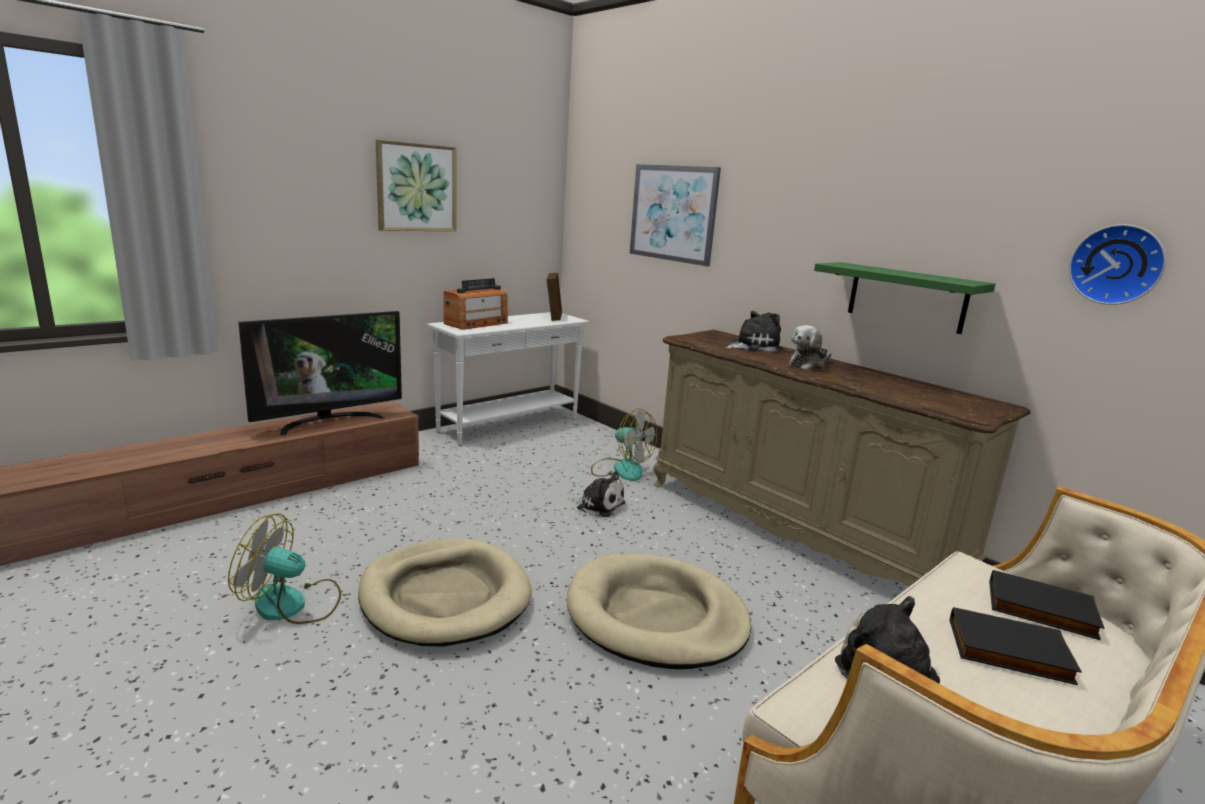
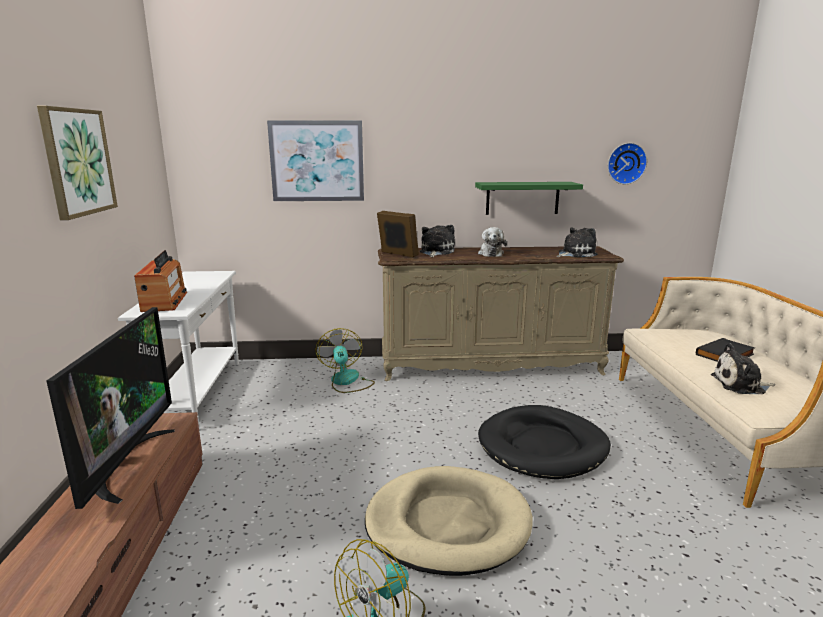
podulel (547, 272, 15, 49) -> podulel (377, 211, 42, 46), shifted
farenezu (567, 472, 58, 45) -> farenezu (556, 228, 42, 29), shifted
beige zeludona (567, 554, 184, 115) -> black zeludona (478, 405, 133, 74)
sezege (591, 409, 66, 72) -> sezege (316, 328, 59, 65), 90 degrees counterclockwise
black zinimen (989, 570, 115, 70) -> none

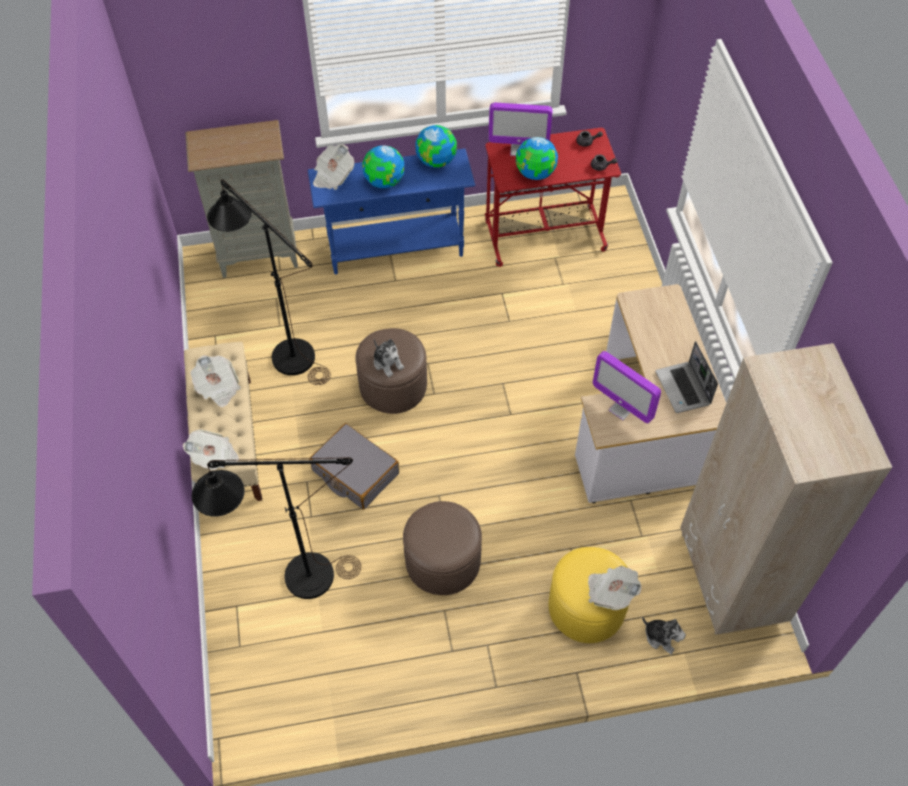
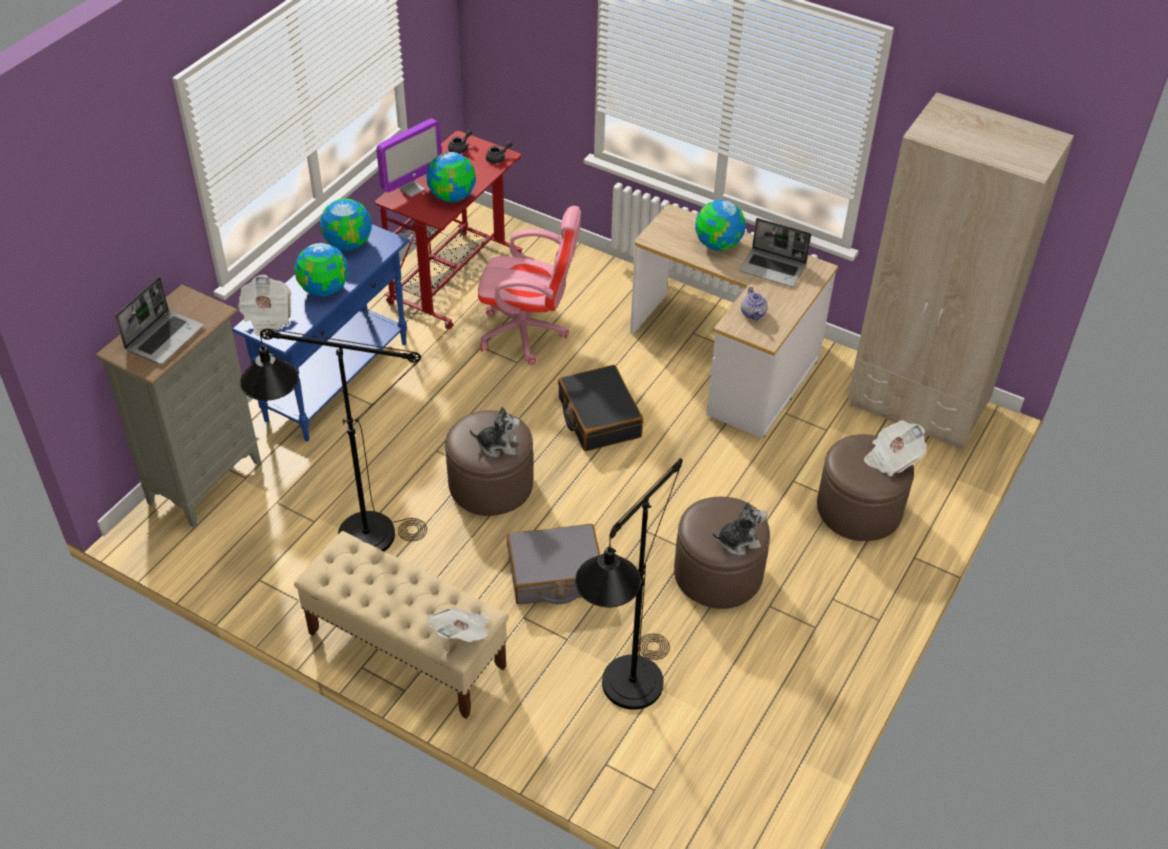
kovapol (190, 355, 51, 52) -> none
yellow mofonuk (549, 547, 80, 96) -> brown mofonuk (817, 434, 97, 107)
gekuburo (593, 351, 68, 72) -> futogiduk (741, 287, 27, 34)
farenezu (642, 617, 44, 37) -> farenezu (712, 502, 55, 53), shifted
none -> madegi (115, 277, 89, 87)
none -> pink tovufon (478, 206, 103, 159)
none -> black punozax (558, 365, 85, 86)
none -> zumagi (695, 200, 51, 51)

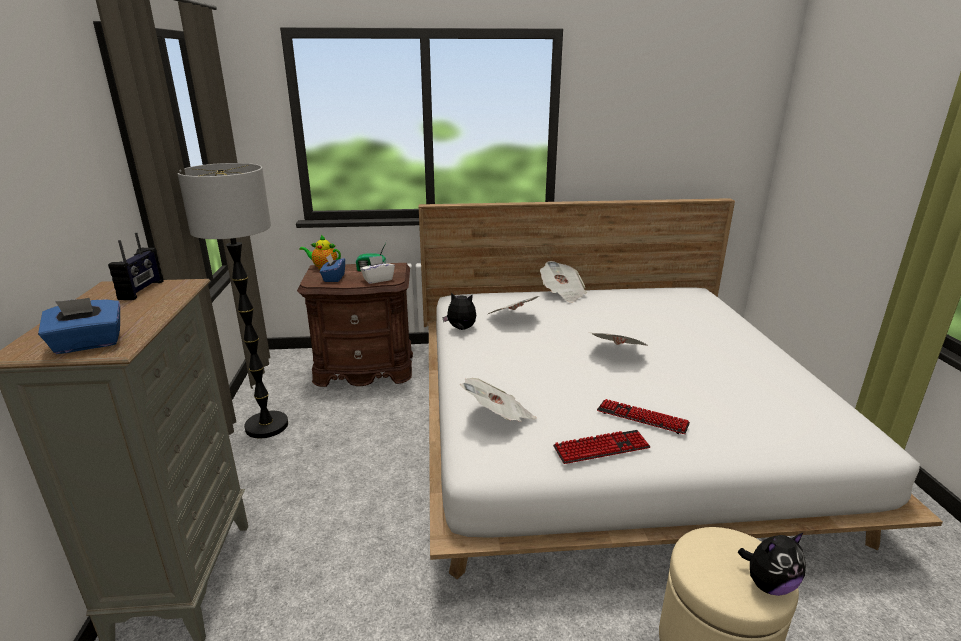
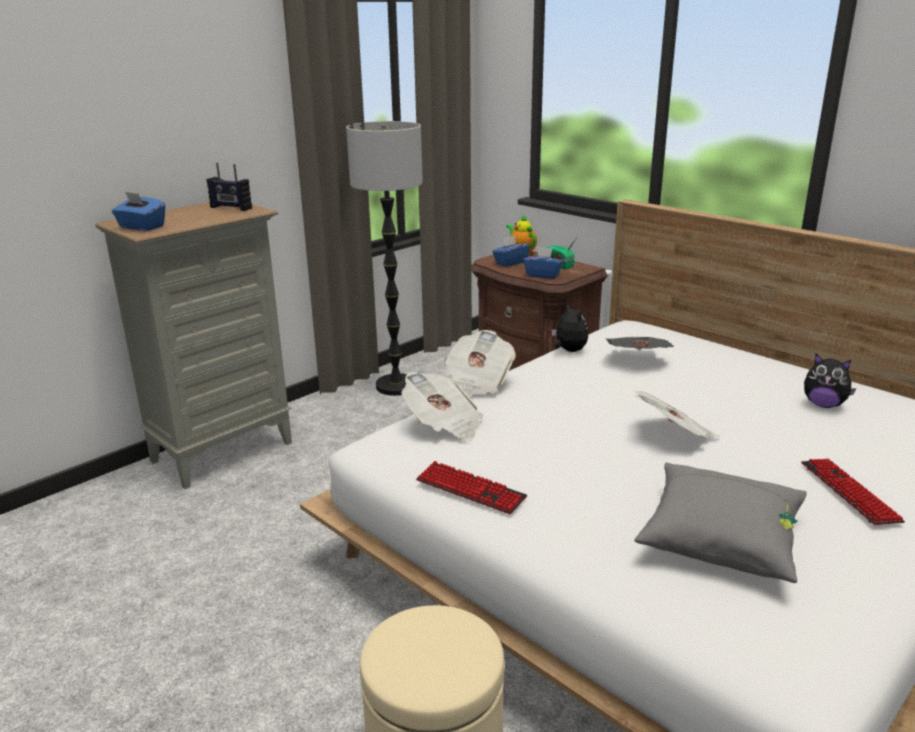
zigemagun (108, 232, 56, 68) -> zigemagun (207, 163, 45, 48), 60 degrees clockwise
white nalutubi (360, 256, 35, 28) -> blue nalutubi (524, 247, 39, 32)
kovapol (540, 261, 47, 42) -> kovapol (445, 330, 71, 66), shifted
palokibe (597, 399, 93, 35) -> palokibe (801, 459, 104, 66), shifted
farenezu (738, 532, 68, 64) -> farenezu (804, 354, 52, 54), shifted
none -> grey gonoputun (634, 462, 173, 121)

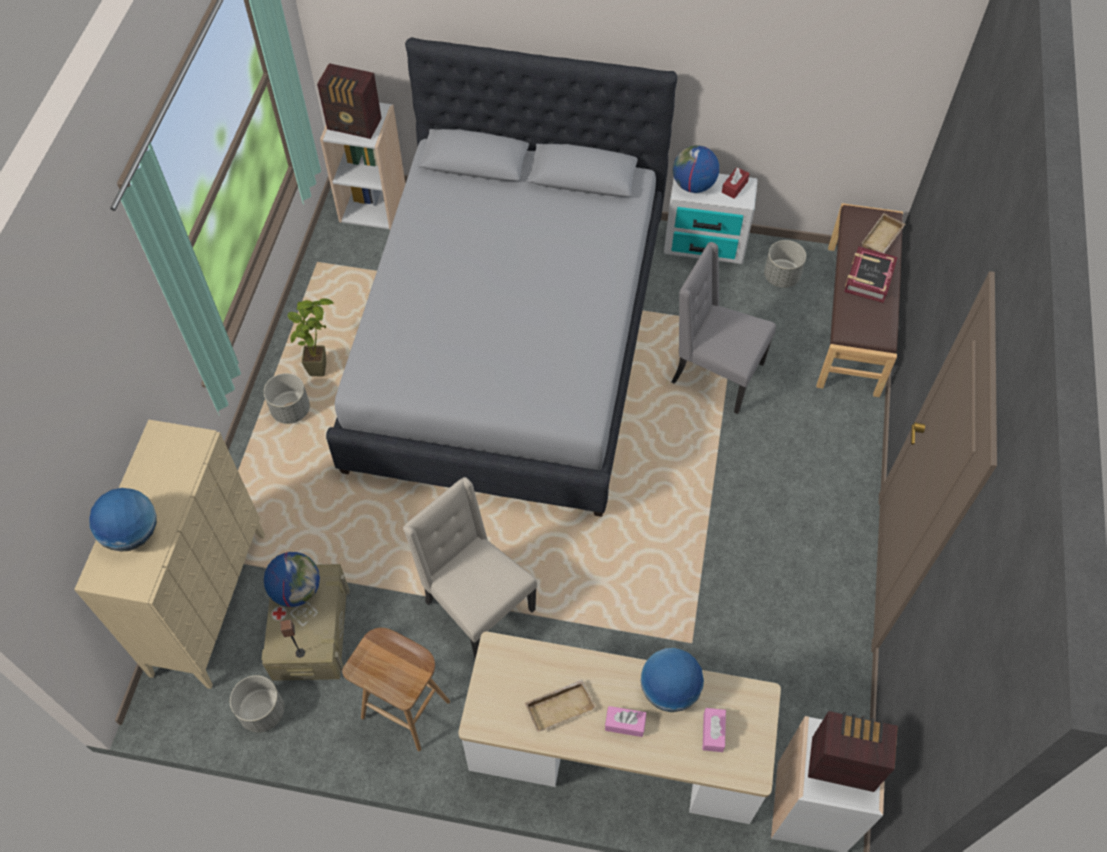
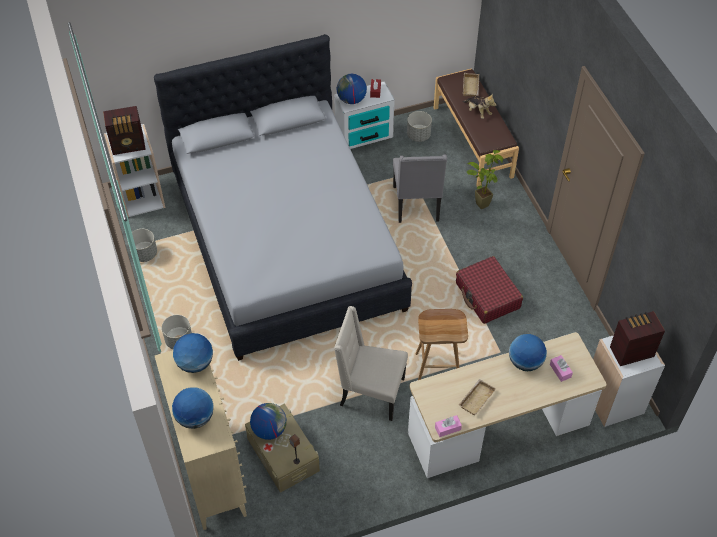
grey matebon (230, 675, 54, 57) -> grey matebon (128, 229, 29, 33), shifted
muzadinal (288, 299, 47, 77) -> muzadinal (467, 150, 36, 59), shifted
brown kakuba (342, 628, 108, 123) -> brown kakuba (416, 309, 52, 71), shifted
pink nalutubi (605, 706, 41, 31) -> pink nalutubi (435, 415, 27, 22), shifted
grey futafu (672, 242, 104, 172) -> grey futafu (393, 154, 54, 69), 90 degrees counterclockwise
zinimen (844, 247, 54, 56) -> farenezu (462, 94, 34, 25)
none -> zumagi (173, 333, 40, 40)
none -> red punozax (456, 256, 67, 68)

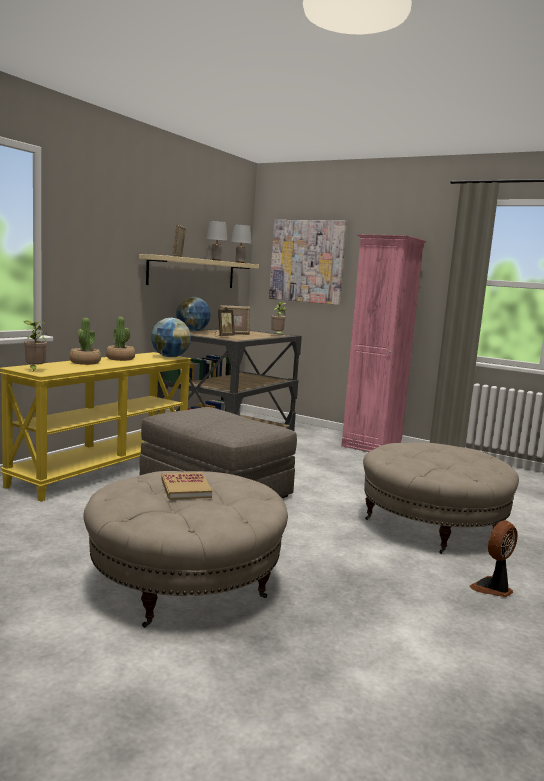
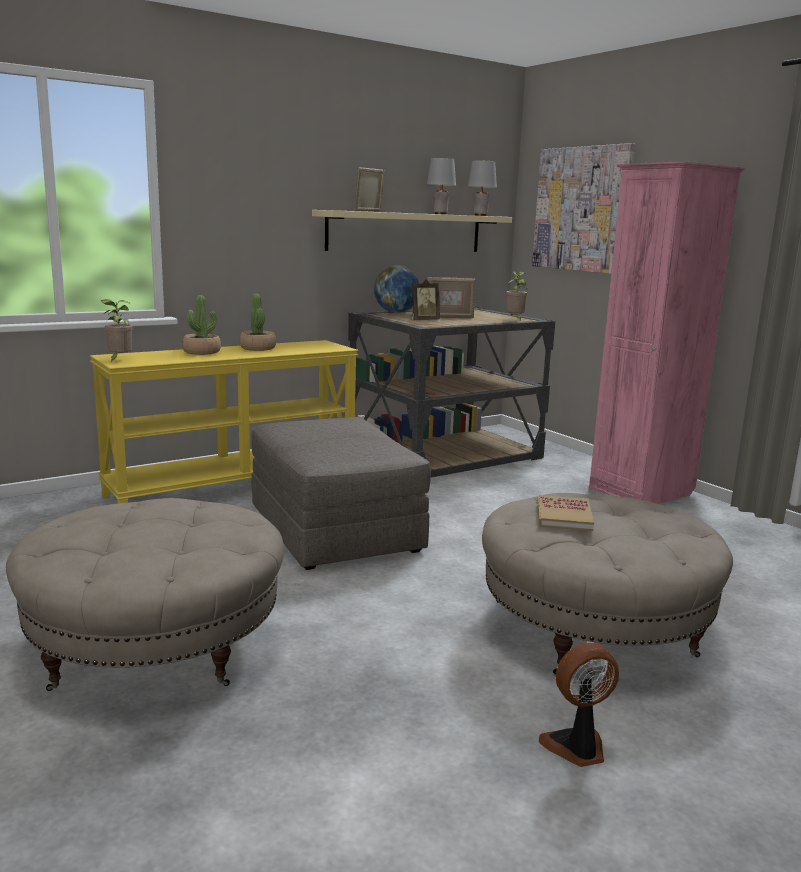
zumagi (151, 318, 40, 39) -> none
zinimen (161, 472, 51, 28) -> zinimen (537, 495, 57, 36), shifted

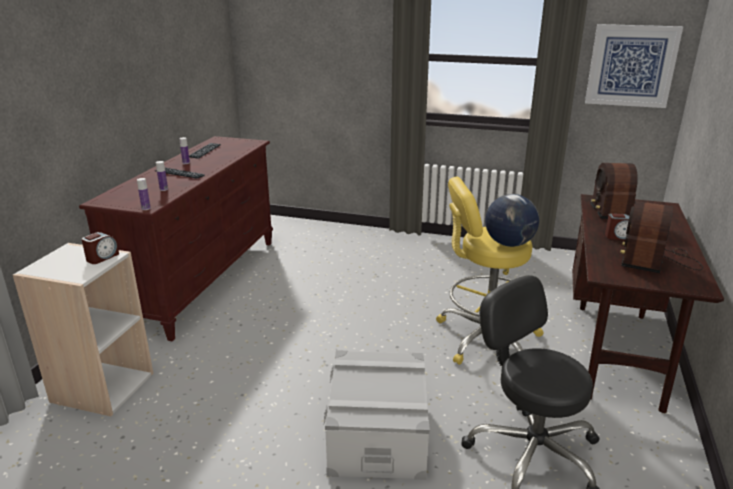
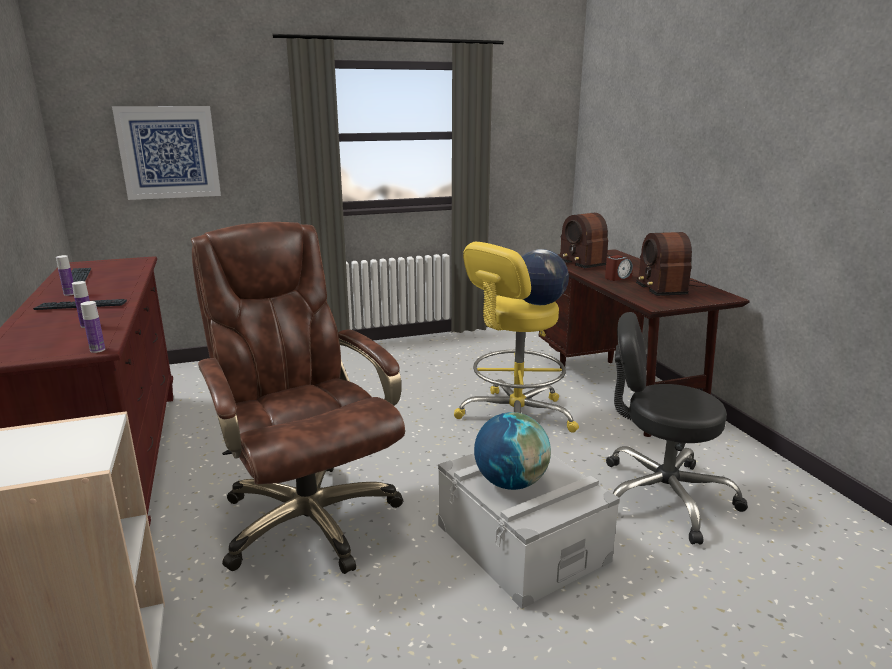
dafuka (82, 232, 37, 32) -> none
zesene (585, 24, 98, 84) -> zesene (112, 106, 109, 94), shifted
none -> brown tovufon (191, 222, 214, 352)
none -> zumagi (474, 412, 77, 78)

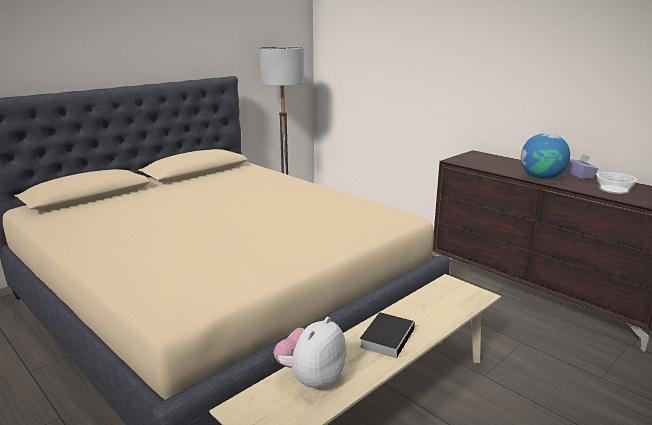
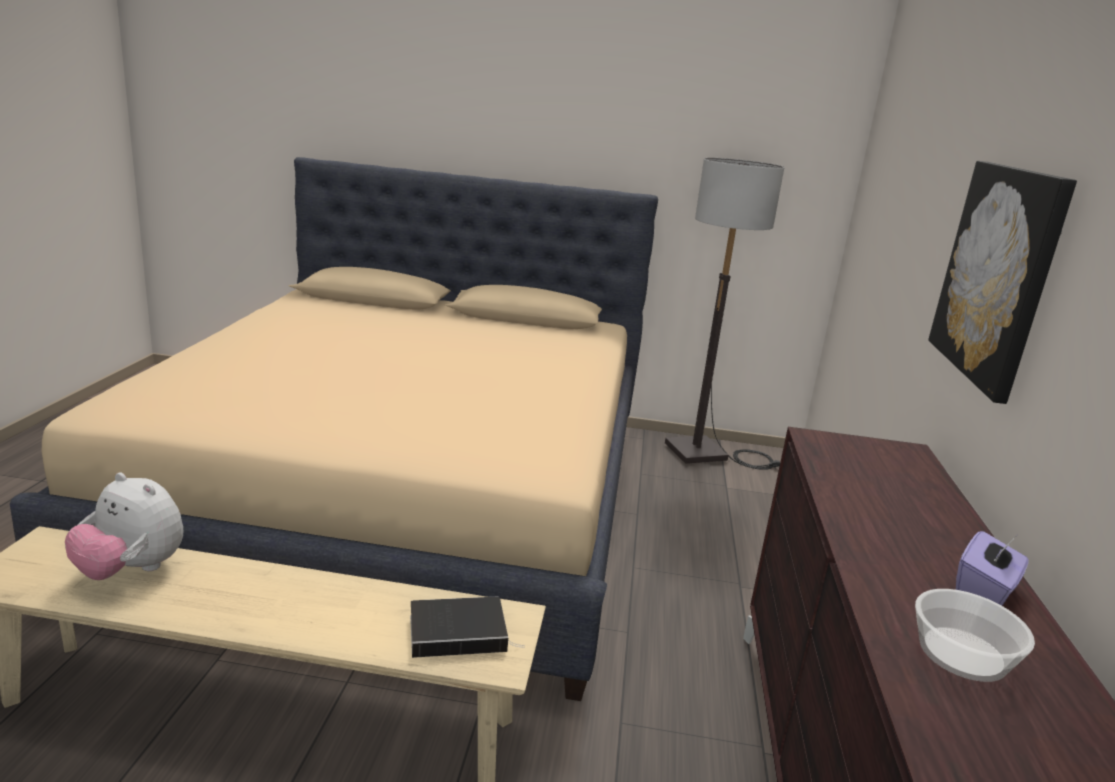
farenezu (274, 317, 73, 74) -> farenezu (65, 473, 118, 107), 150 degrees counterclockwise
zinimen (360, 312, 55, 46) -> zinimen (410, 597, 115, 61), shifted
zumagi (521, 133, 49, 46) -> none
none -> zesene (928, 161, 149, 243)

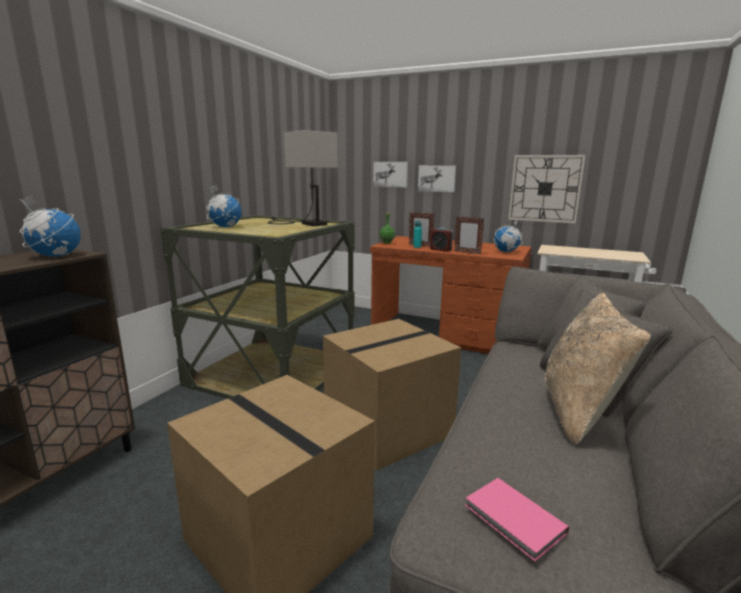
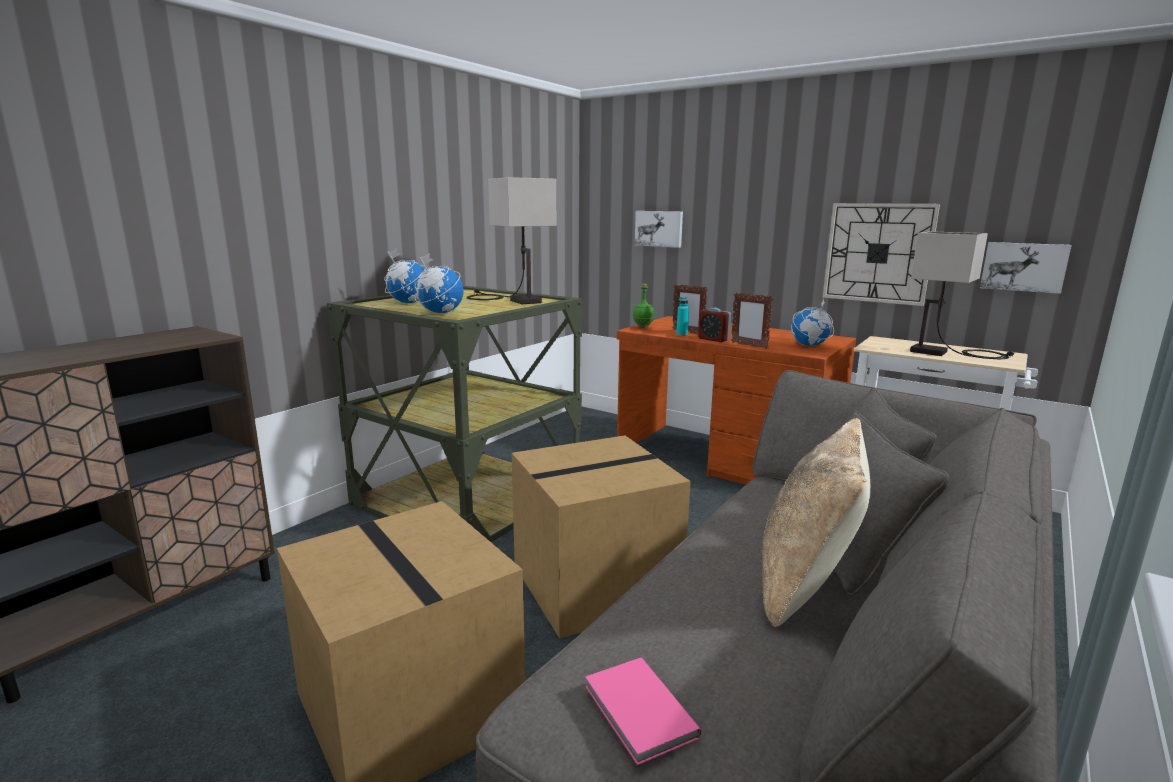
zumagi (20, 195, 60, 62) -> zumagi (415, 253, 49, 60), shifted
zesene (418, 165, 38, 27) -> zesene (980, 242, 92, 52), shifted
none -> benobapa (910, 231, 104, 128)

